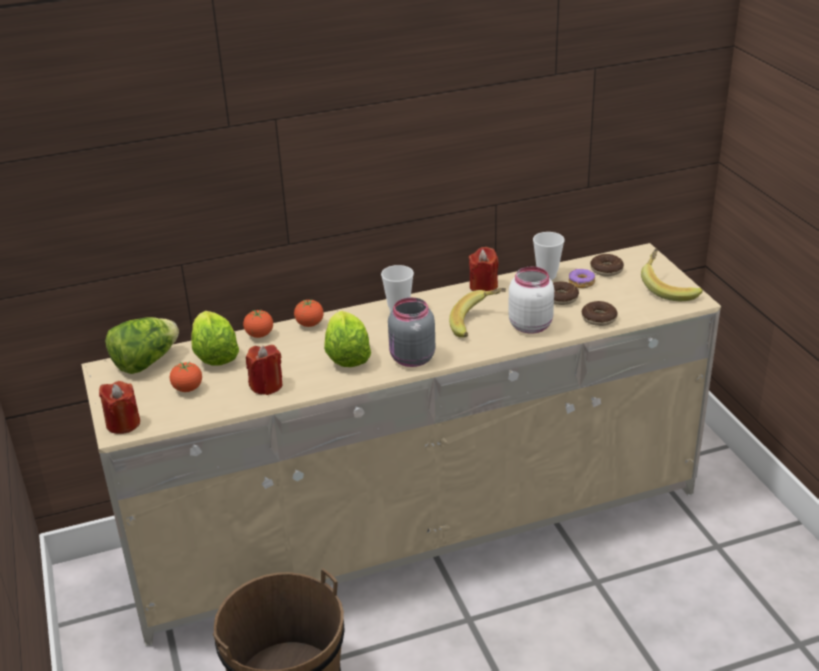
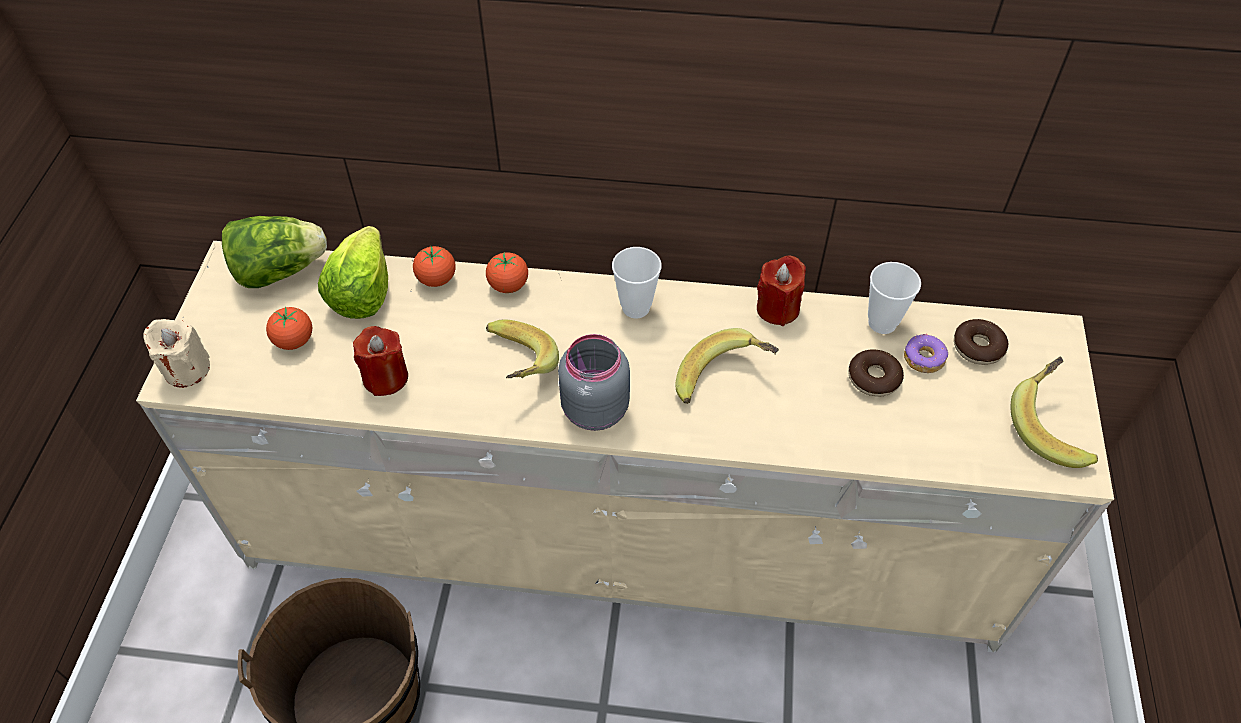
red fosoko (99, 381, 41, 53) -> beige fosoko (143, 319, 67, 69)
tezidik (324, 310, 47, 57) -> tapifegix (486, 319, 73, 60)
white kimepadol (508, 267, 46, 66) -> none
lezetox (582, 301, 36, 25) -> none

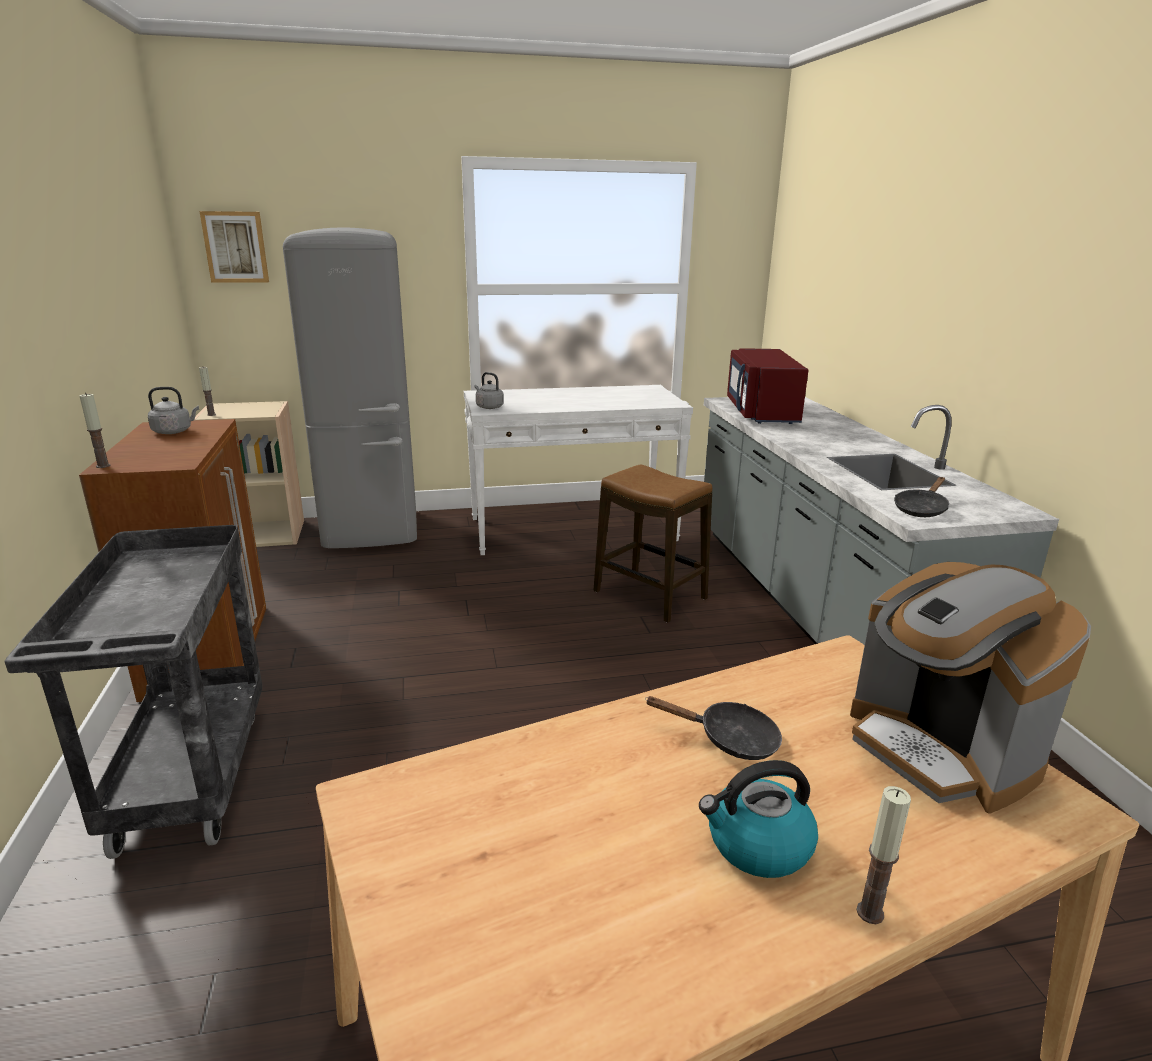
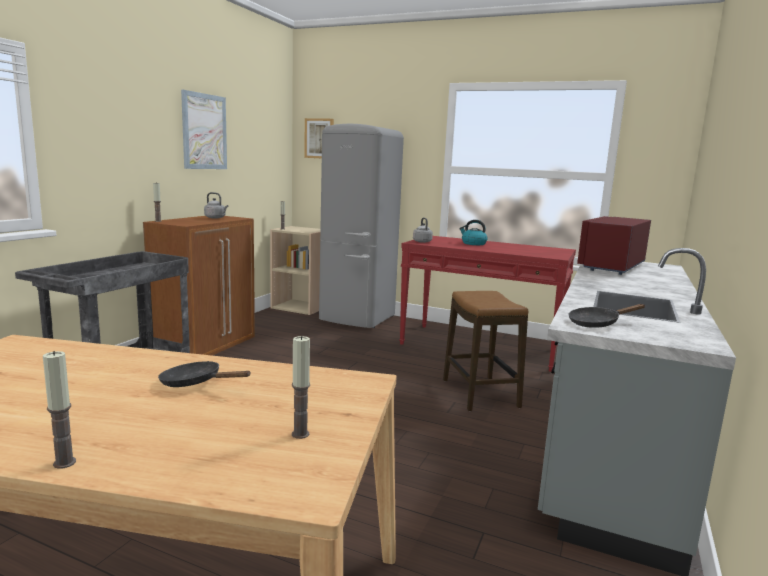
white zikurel (464, 385, 229, 170) -> red zikurel (399, 236, 177, 136)
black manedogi (645, 696, 137, 64) -> black manedogi (158, 361, 93, 26), 150 degrees clockwise
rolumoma (699, 760, 119, 118) -> rolumoma (459, 220, 29, 25), shifted
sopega (850, 562, 241, 251) -> fosoko (292, 336, 18, 103)
none -> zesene (181, 90, 46, 79)

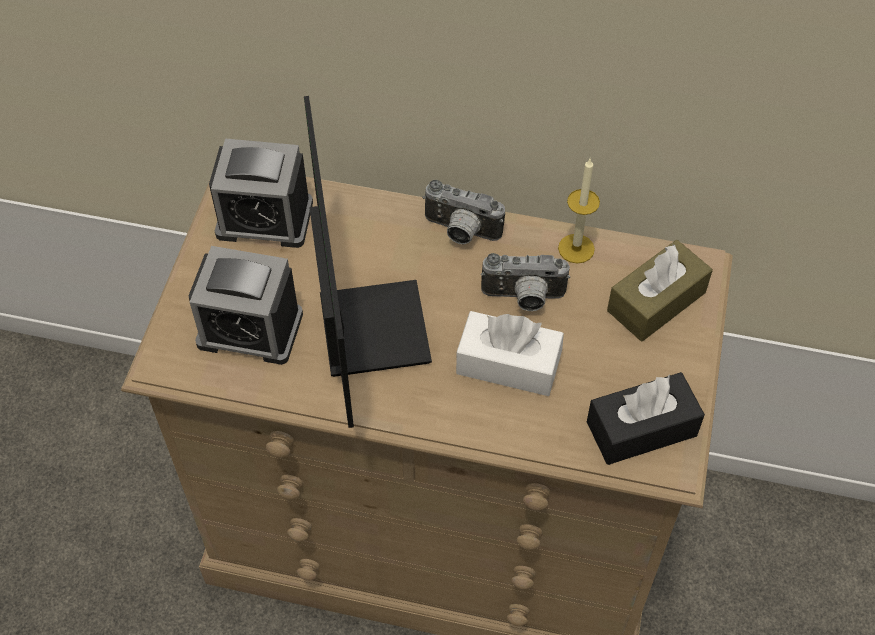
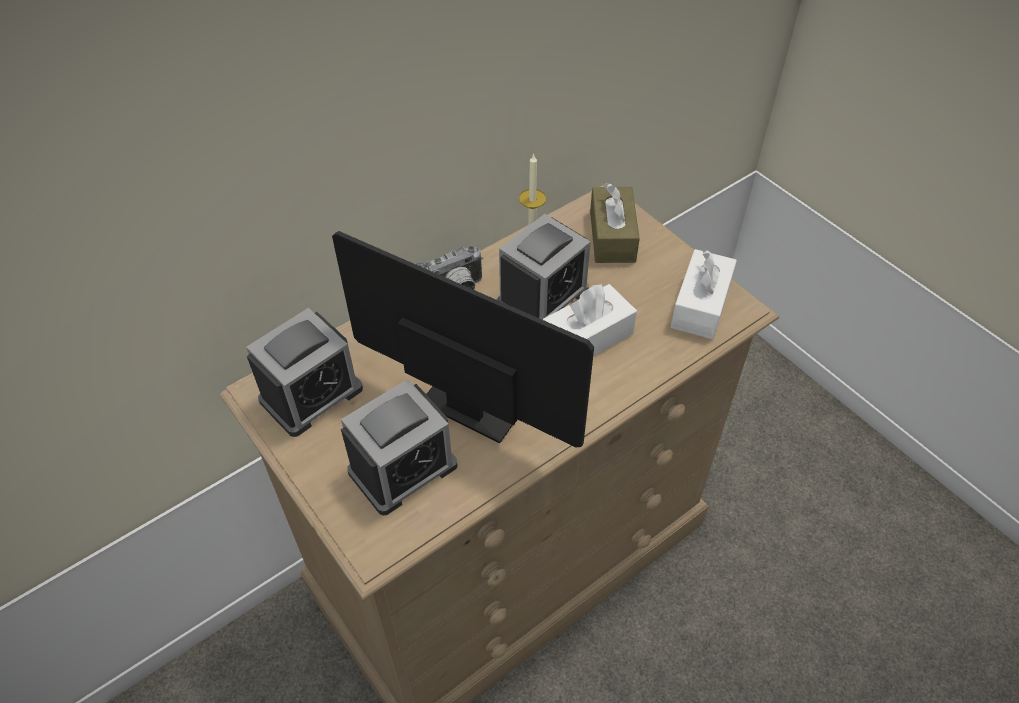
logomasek (481, 253, 89, 58) -> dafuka (497, 214, 94, 106)
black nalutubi (587, 372, 118, 93) -> white nalutubi (671, 249, 66, 90)

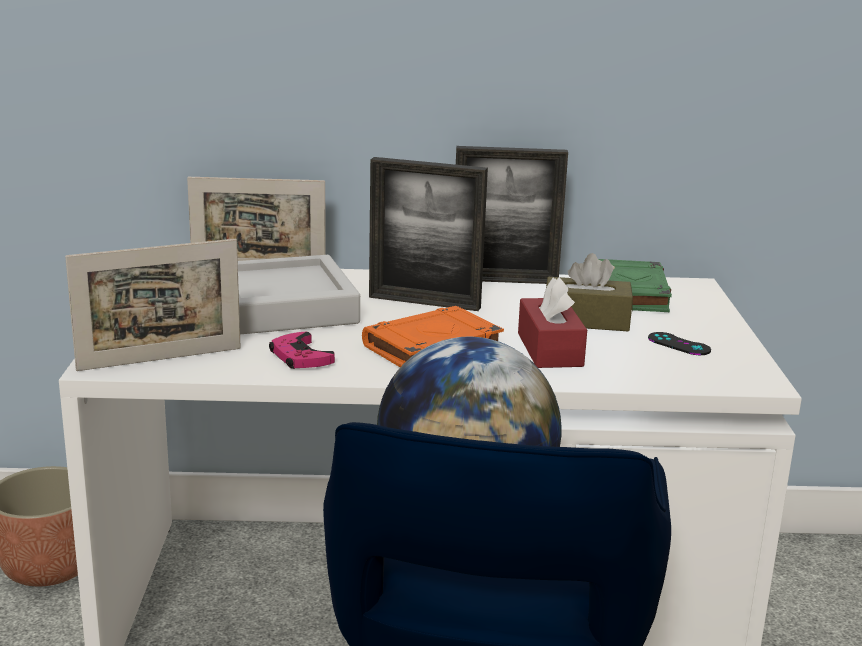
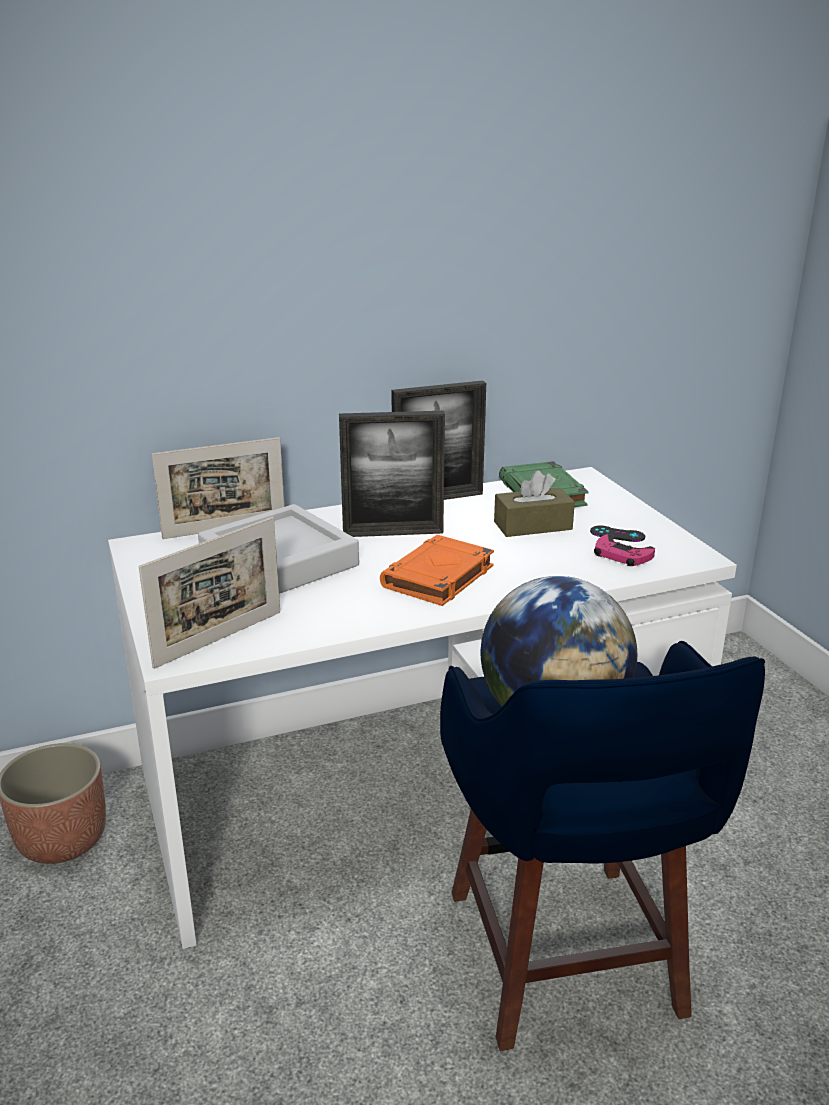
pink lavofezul (269, 332, 66, 37) -> pink lavofezul (594, 534, 61, 32), shifted
red nalutubi (518, 277, 69, 91) -> none

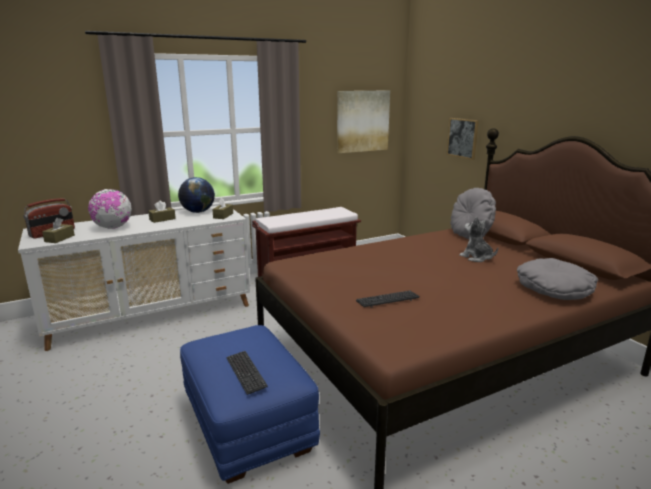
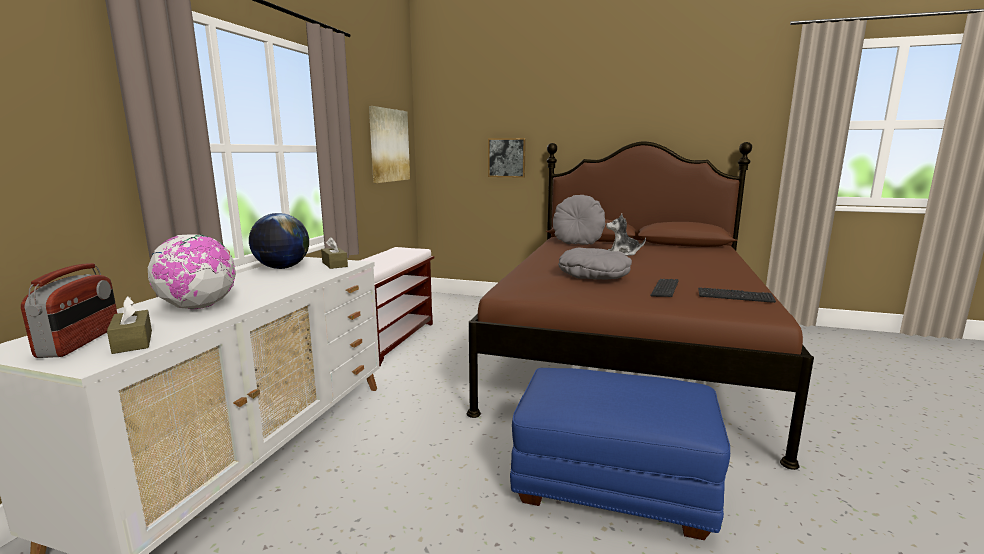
brown nalutubi (148, 201, 28, 22) -> none
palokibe (226, 351, 42, 44) -> palokibe (698, 287, 78, 16), shifted
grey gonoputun (517, 258, 81, 42) -> grey gonoputun (558, 248, 74, 32), shifted

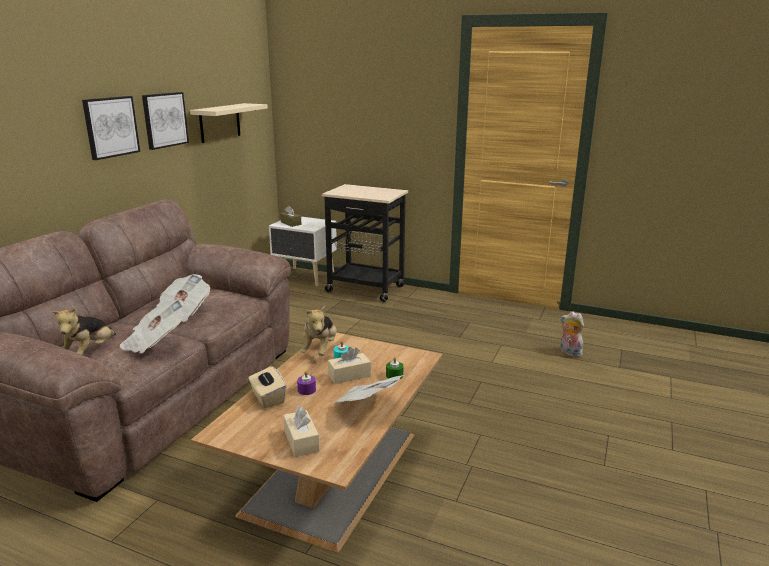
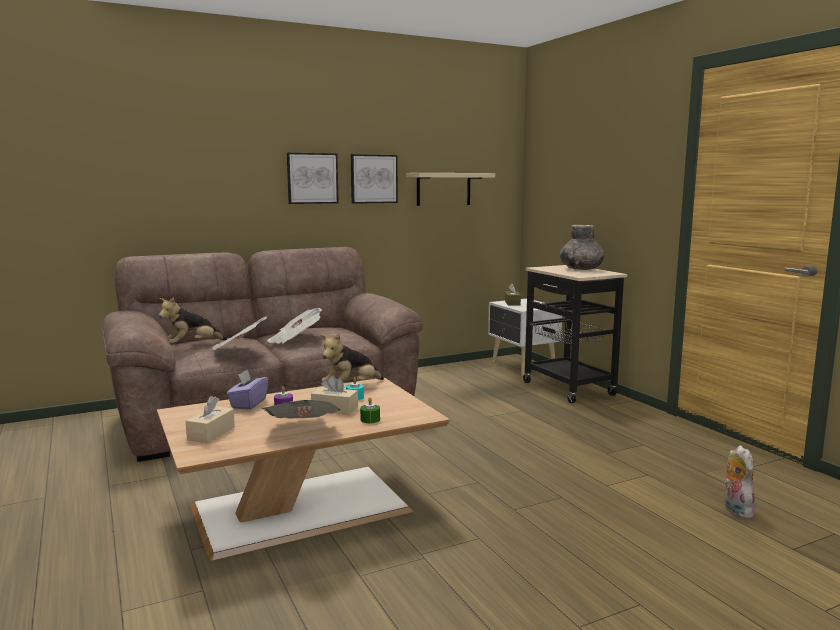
beige nalutubi (248, 366, 39, 42) -> purple nalutubi (227, 369, 41, 40)
none -> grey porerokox (560, 225, 45, 45)

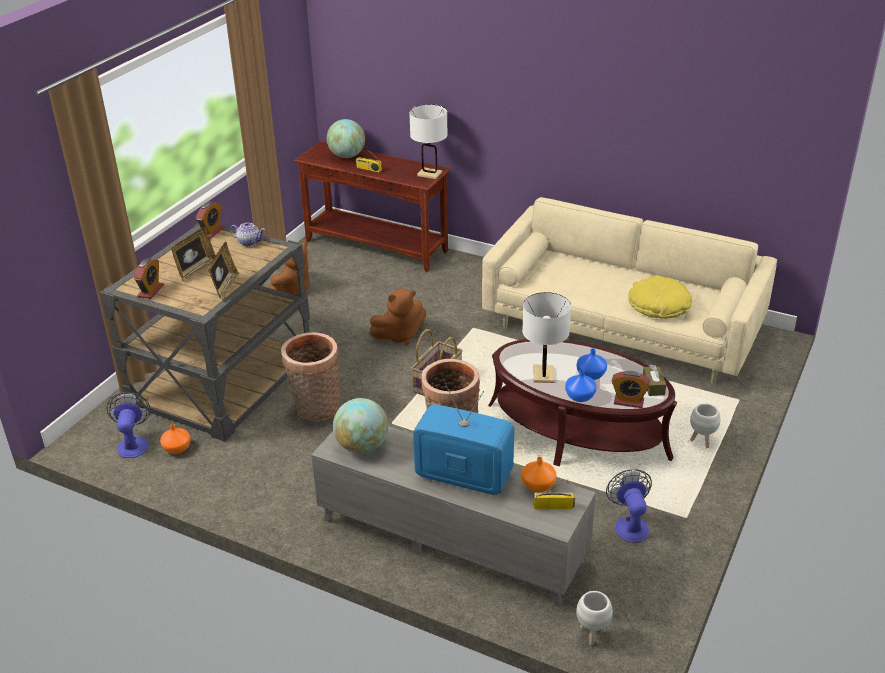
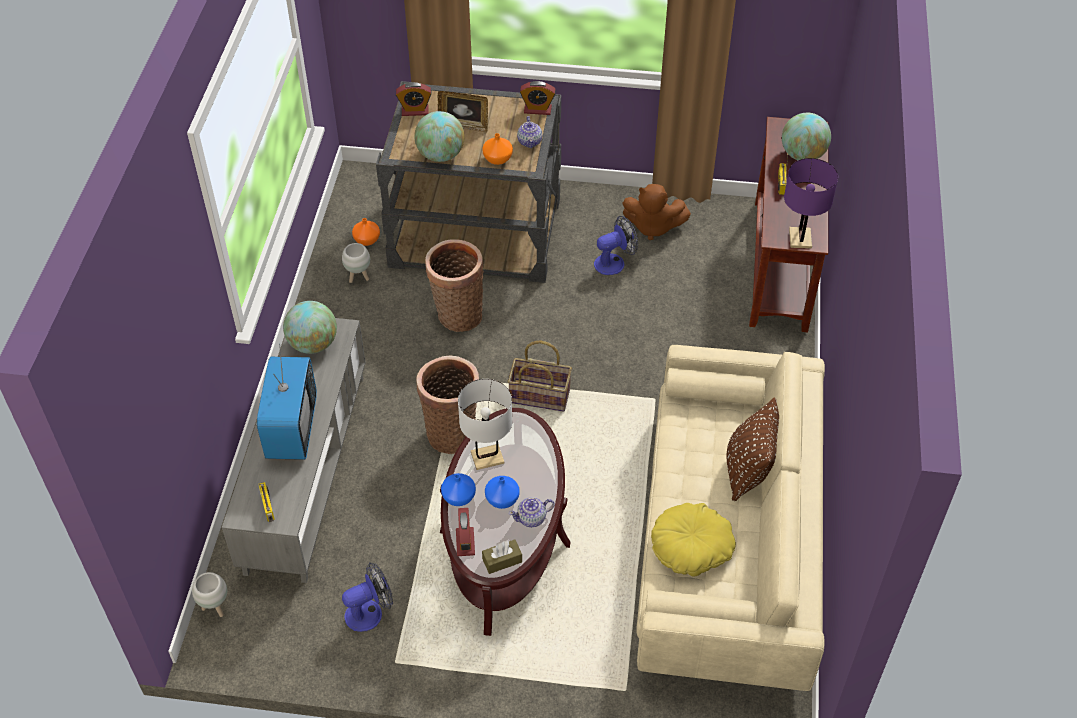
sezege (106, 392, 45, 66) -> sezege (594, 216, 44, 59), shifted
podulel (208, 242, 31, 58) -> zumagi (414, 111, 51, 51)
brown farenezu (369, 289, 57, 56) -> none
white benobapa (409, 104, 39, 75) -> purple benobapa (784, 158, 54, 91)
orange porerokox (521, 457, 36, 36) -> orange porerokox (482, 133, 31, 32), shifted
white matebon (690, 403, 31, 45) -> white matebon (342, 243, 28, 40), shifted
none -> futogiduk (509, 497, 46, 30)
none -> brown gonoputun (727, 397, 52, 104)

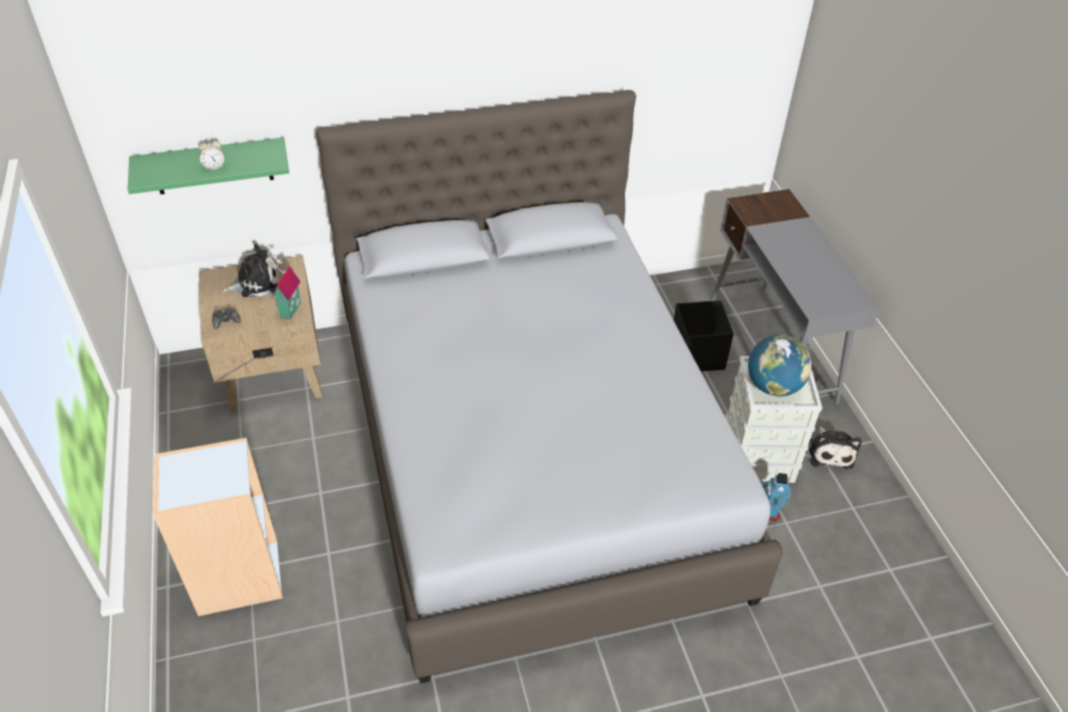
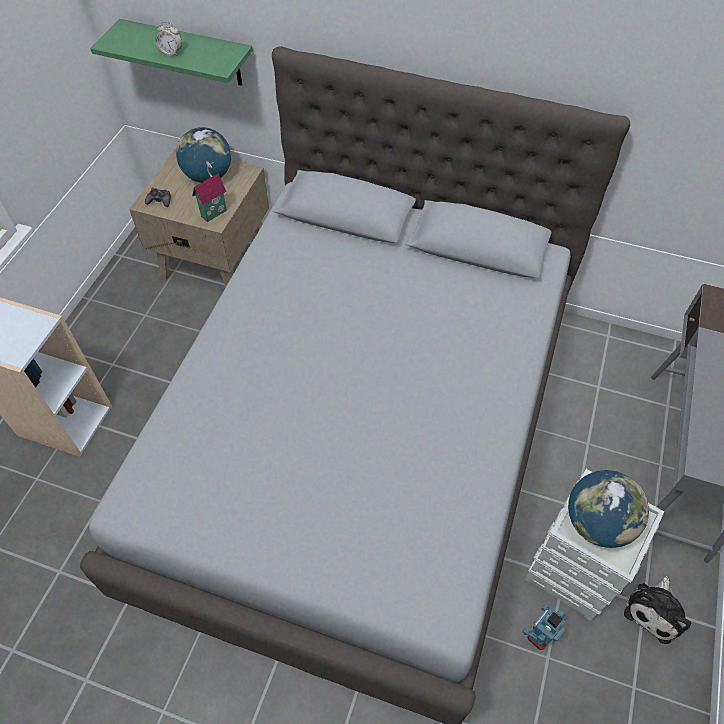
farenezu (222, 244, 56, 53) -> zumagi (176, 127, 55, 56)
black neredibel (674, 300, 60, 71) -> none

